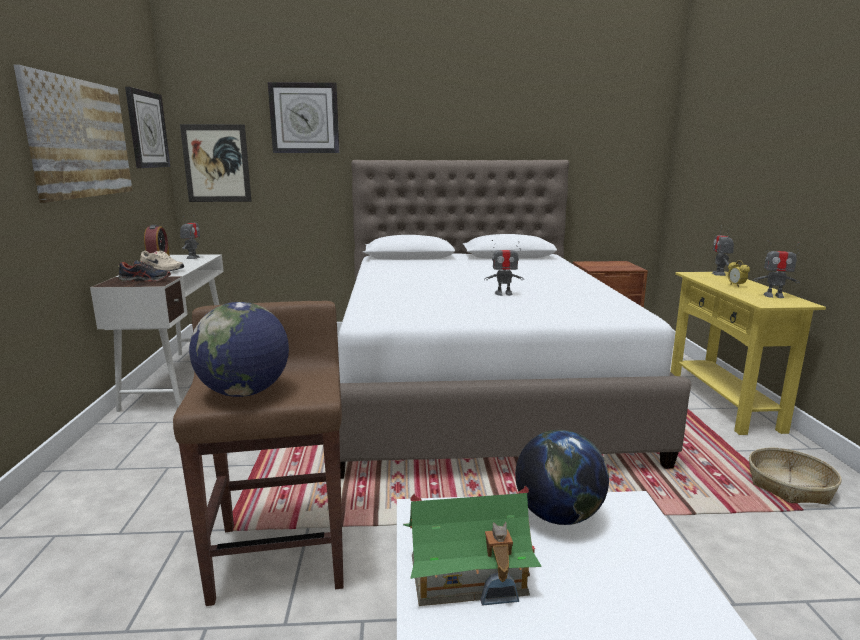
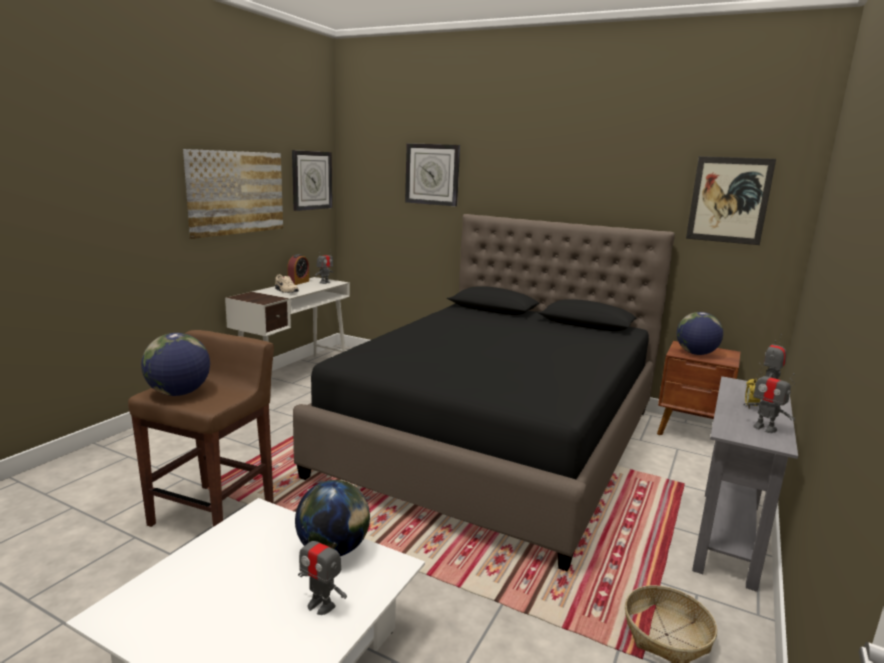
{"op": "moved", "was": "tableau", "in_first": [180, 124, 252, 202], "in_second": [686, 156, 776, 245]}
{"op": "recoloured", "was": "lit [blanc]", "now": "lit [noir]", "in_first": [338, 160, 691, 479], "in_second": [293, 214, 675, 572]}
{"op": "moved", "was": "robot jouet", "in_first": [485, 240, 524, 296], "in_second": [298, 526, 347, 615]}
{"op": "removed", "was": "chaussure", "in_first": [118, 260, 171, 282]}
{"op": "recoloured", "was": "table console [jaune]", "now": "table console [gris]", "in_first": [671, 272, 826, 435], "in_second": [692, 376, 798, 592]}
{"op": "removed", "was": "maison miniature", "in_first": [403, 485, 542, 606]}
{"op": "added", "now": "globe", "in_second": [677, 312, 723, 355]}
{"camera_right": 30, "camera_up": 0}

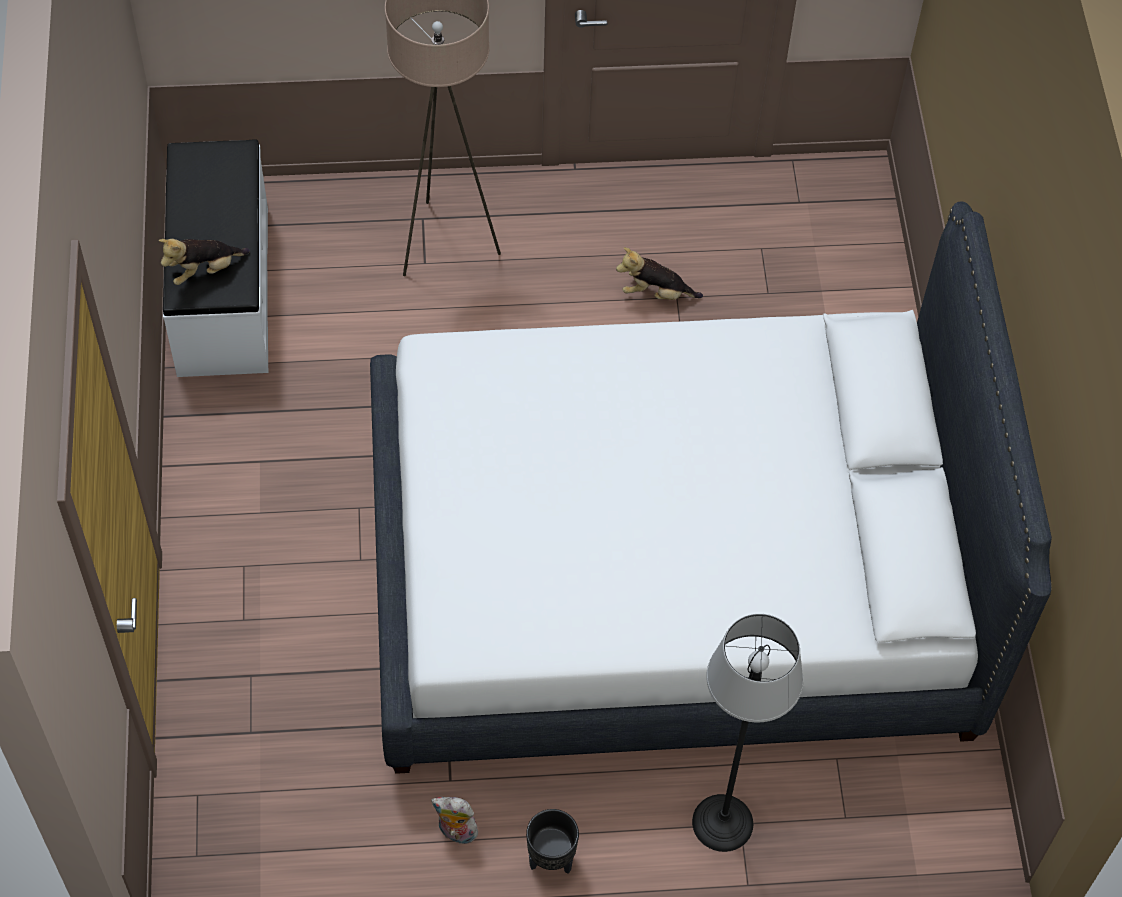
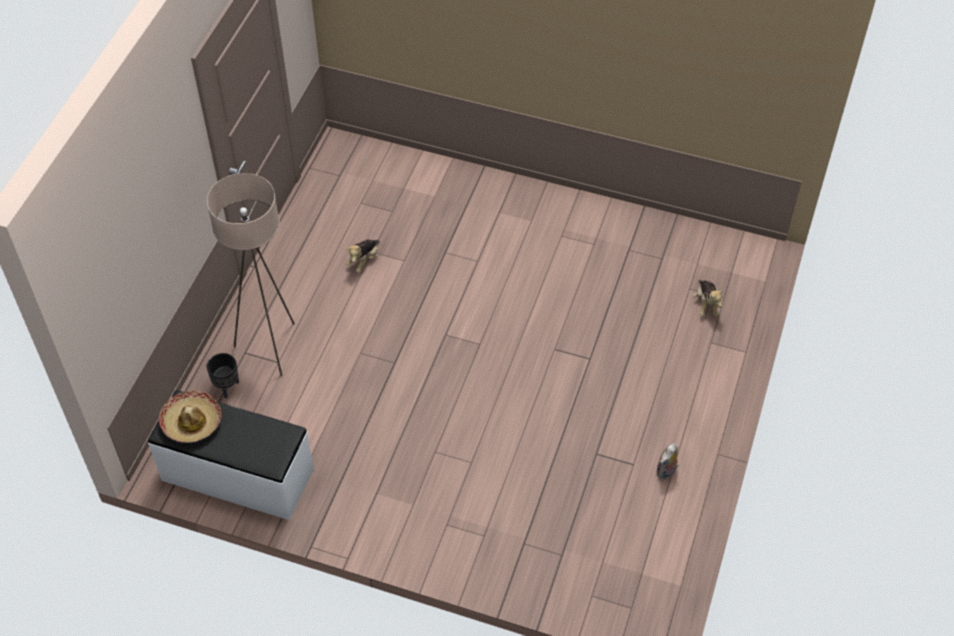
{"op": "removed", "was": "lit [blanc]", "in_first": [370, 201, 1052, 774]}
{"op": "moved", "was": "peluche", "in_first": [159, 239, 250, 285], "in_second": [693, 280, 723, 316]}
{"op": "removed", "was": "lampadaire", "in_first": [692, 614, 803, 852]}
{"op": "moved", "was": "cache-pot [noir]", "in_first": [526, 809, 579, 874], "in_second": [207, 353, 239, 398]}
{"op": "added", "now": "chapeau", "in_second": [159, 391, 221, 443]}
{"camera_right": -65, "camera_up": -5}

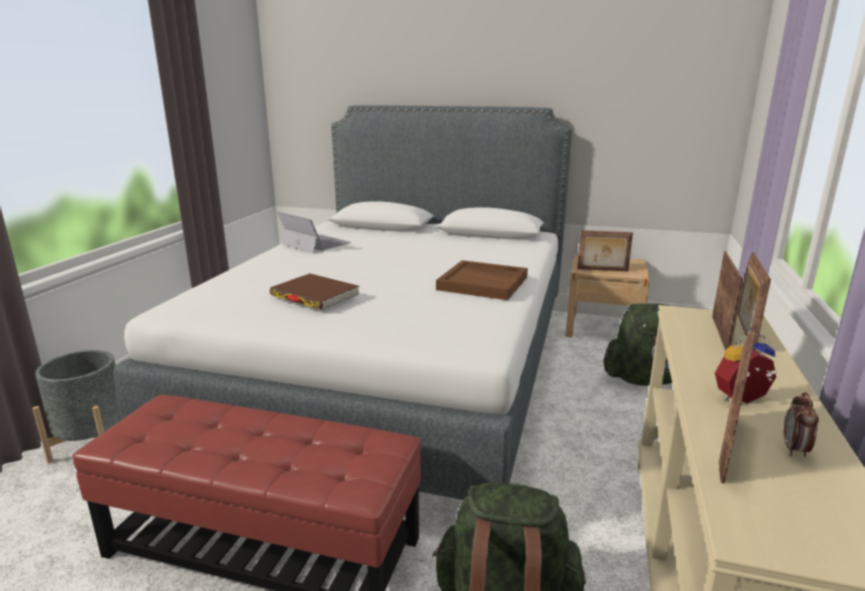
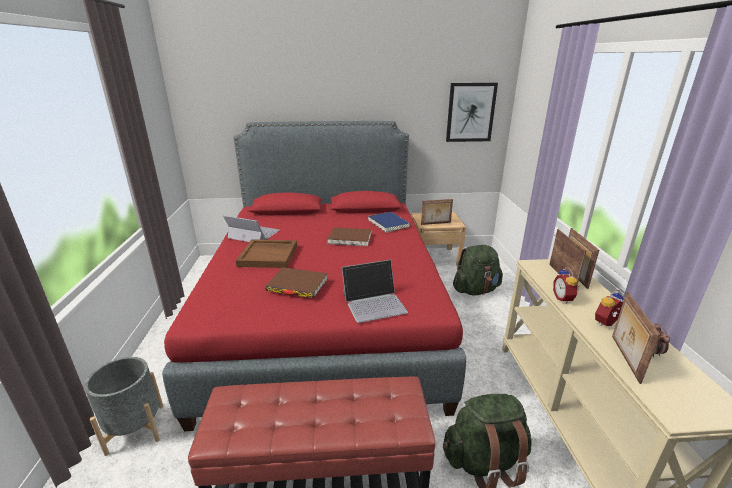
{"op": "recoloured", "was": "lit [blanc]", "now": "lit [rouge]", "in_first": [114, 105, 572, 500], "in_second": [162, 121, 466, 431]}
{"op": "moved", "was": "plateau [marron]", "in_first": [436, 260, 528, 300], "in_second": [236, 239, 297, 268]}
{"op": "added", "now": "tableau", "in_second": [446, 83, 498, 142]}
{"op": "added", "now": "livre [bleu]", "in_second": [368, 212, 411, 233]}
{"op": "added", "now": "livre [marron]", "in_second": [327, 227, 371, 246]}
{"op": "added", "now": "ordinateur portable", "in_second": [342, 260, 408, 323]}
{"op": "added", "now": "réveil", "in_second": [553, 267, 579, 304]}
{"camera_right": -20, "camera_up": 5}

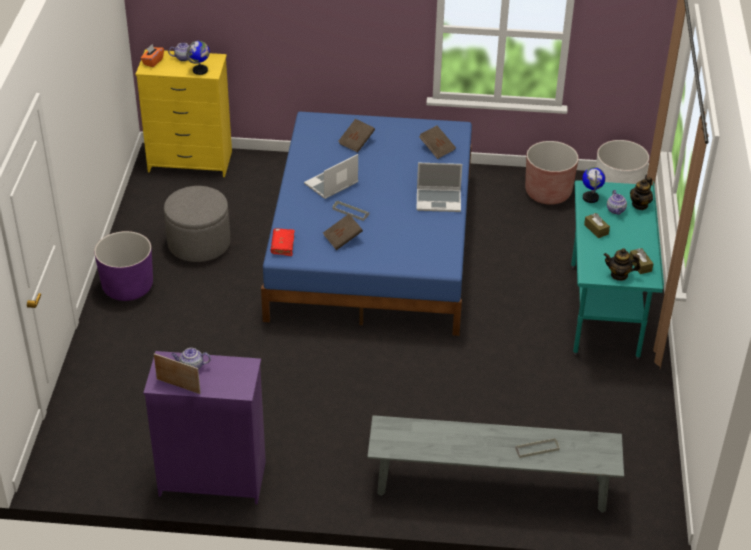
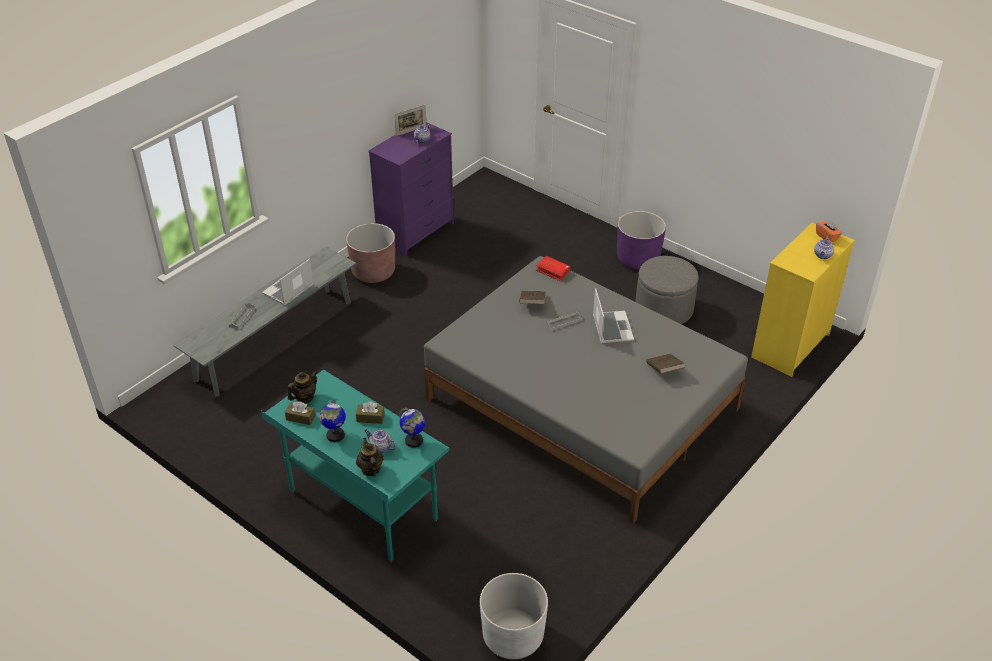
{"op": "moved", "was": "globe", "in_first": [186, 41, 210, 75], "in_second": [319, 400, 345, 442]}
{"op": "recoloured", "was": "lit [bleu]", "now": "lit [gris]", "in_first": [261, 112, 472, 336], "in_second": [424, 256, 748, 524]}
{"op": "removed", "was": "livre [marron]", "in_first": [419, 126, 456, 159]}
{"op": "moved", "was": "cache-pot [marron]", "in_first": [525, 141, 579, 205], "in_second": [346, 223, 395, 283]}
{"op": "moved", "was": "ordinateur portable", "in_first": [416, 163, 462, 212], "in_second": [262, 259, 313, 305]}
{"camera_right": 125, "camera_up": 0}

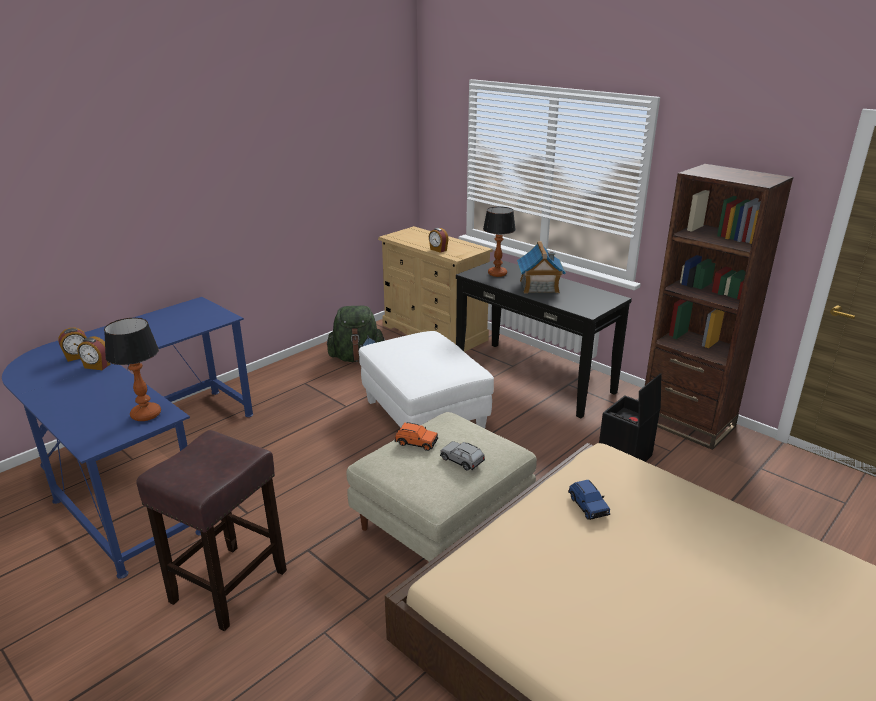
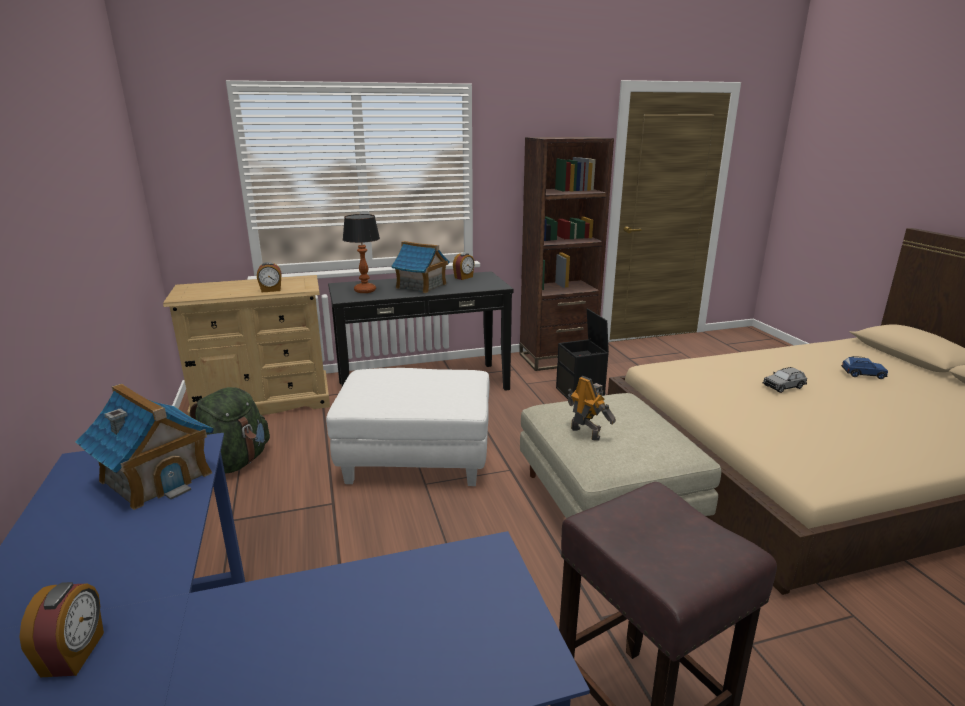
{"op": "removed", "was": "lampe de table", "in_first": [104, 318, 161, 421]}
{"op": "moved", "was": "réveil", "in_first": [77, 336, 110, 370], "in_second": [453, 253, 475, 280]}
{"op": "replaced", "was": "petite voiture [orange]", "now": "robot jouet", "in_first": [394, 422, 438, 451], "in_second": [568, 376, 616, 441]}
{"op": "moved", "was": "petite voiture [gris]", "in_first": [440, 441, 485, 471], "in_second": [763, 367, 807, 393]}
{"op": "moved", "was": "petite voiture [bleu]", "in_first": [568, 480, 610, 520], "in_second": [841, 356, 888, 379]}
{"op": "added", "now": "maison miniature", "in_second": [76, 383, 214, 510]}
{"camera_right": -60, "camera_up": -5}

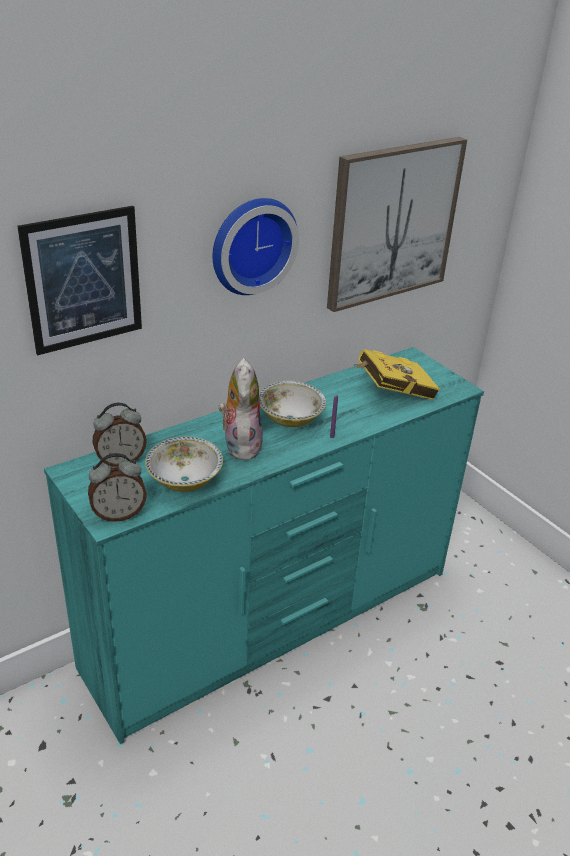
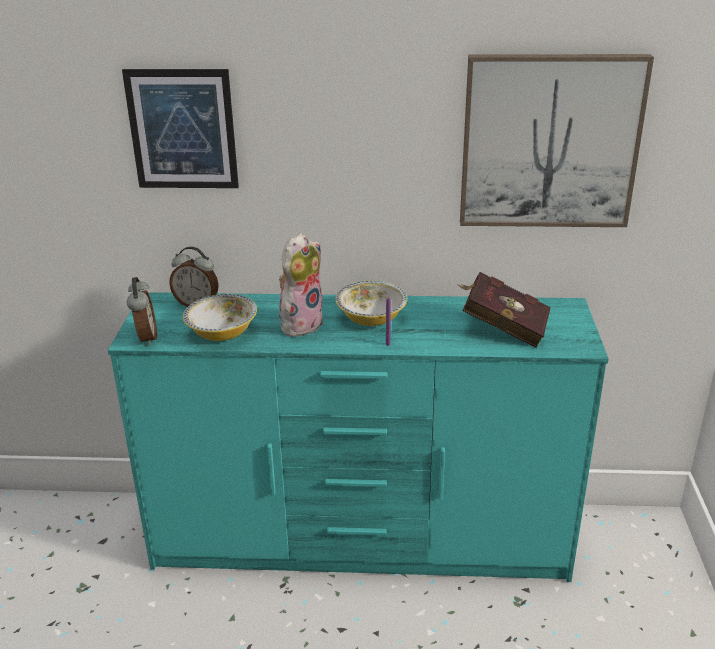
{"op": "removed", "was": "horloge murale", "in_first": [213, 198, 299, 295]}
{"op": "recoloured", "was": "livre [jaune]", "now": "livre [rouge]", "in_first": [353, 349, 440, 400], "in_second": [457, 272, 551, 348]}
{"op": "turned", "was": "réveil", "in_first": [88, 453, 147, 522], "in_second": [127, 277, 157, 346], "clockwise": -120}
{"camera_right": 40, "camera_up": -5}

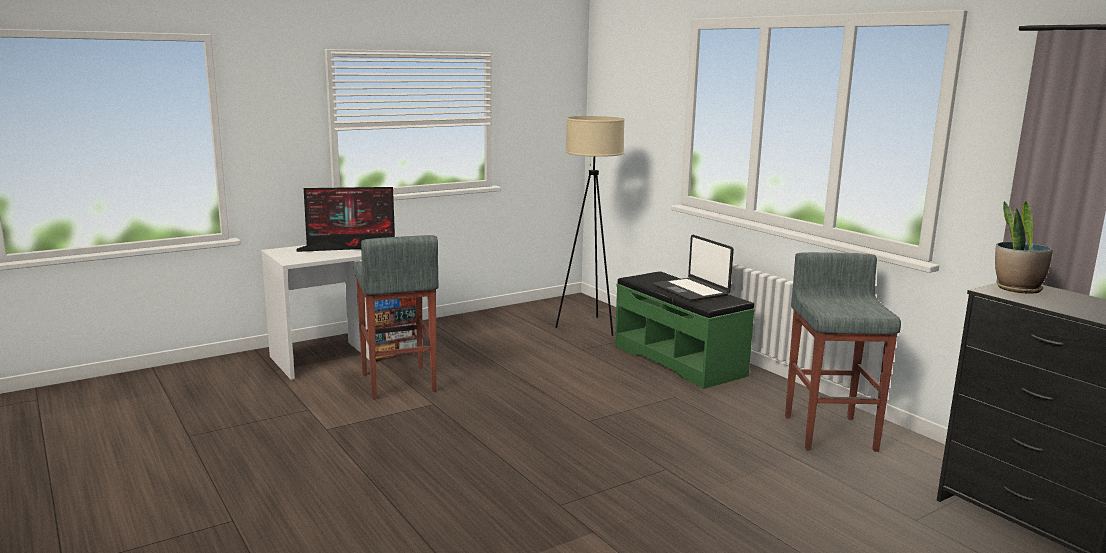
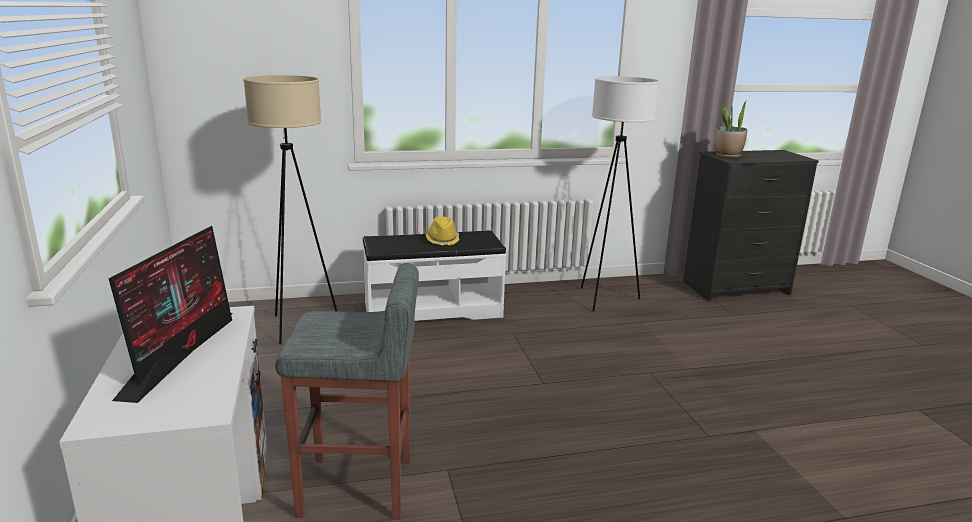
{"op": "replaced", "was": "ordinateur portable", "now": "chapeau [jaune]", "in_first": [653, 235, 734, 301], "in_second": [426, 216, 459, 245]}
{"op": "replaced", "was": "tabouret [gris]", "now": "lampadaire [blanc]", "in_first": [785, 252, 901, 452], "in_second": [581, 76, 659, 312]}
{"op": "recoloured", "was": "banc [vert]", "now": "banc [blanc]", "in_first": [615, 271, 755, 389], "in_second": [362, 230, 506, 321]}
{"camera_right": -70, "camera_up": 5}

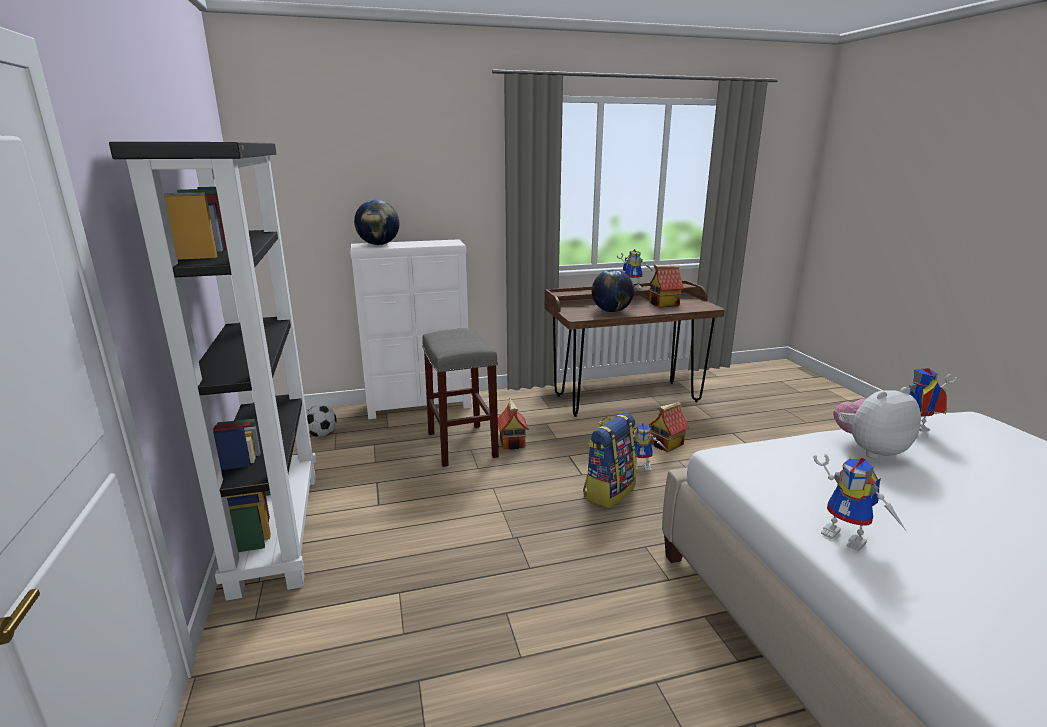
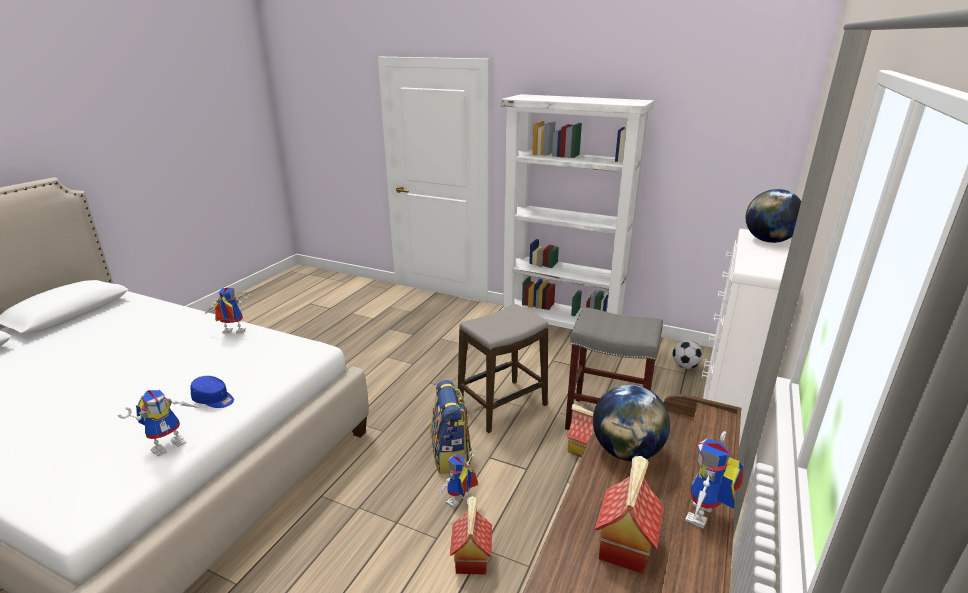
{"op": "recoloured", "was": "bibliothèque [noir]", "now": "bibliothèque [blanc]", "in_first": [109, 142, 316, 601], "in_second": [501, 94, 654, 330]}
{"op": "replaced", "was": "peluche", "now": "casquette [bleu]", "in_first": [833, 387, 921, 459], "in_second": [191, 376, 234, 408]}
{"op": "added", "now": "tabouret", "in_second": [458, 304, 548, 433]}
{"camera_right": 130, "camera_up": 5}

